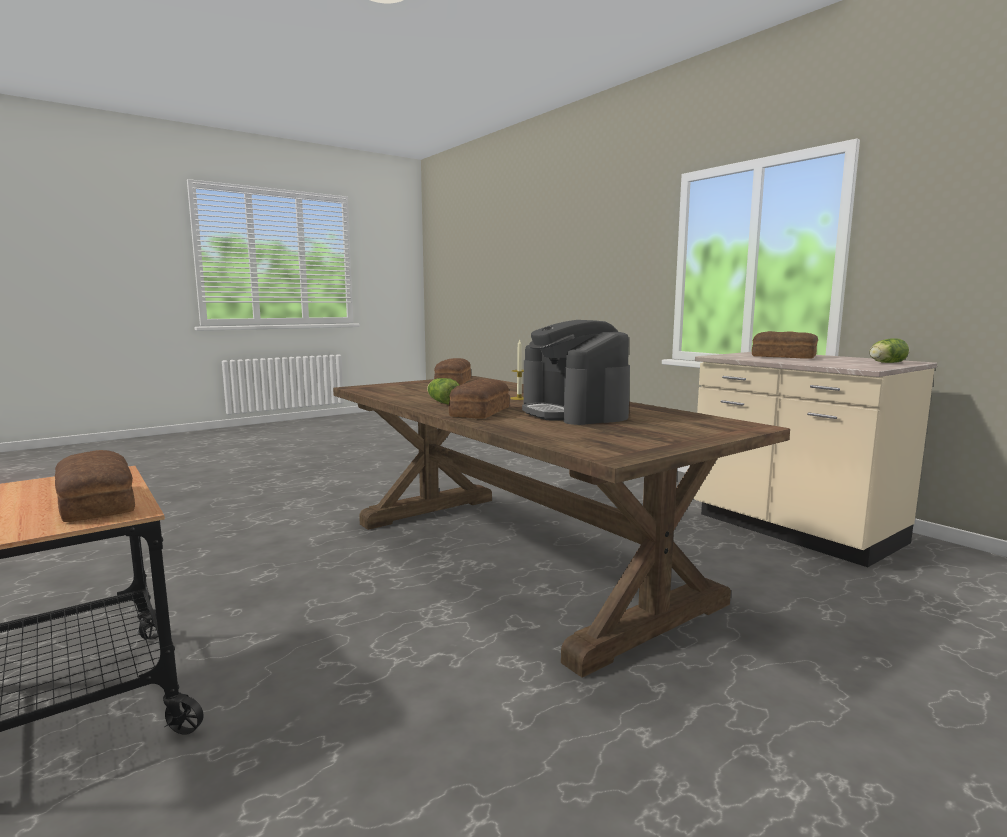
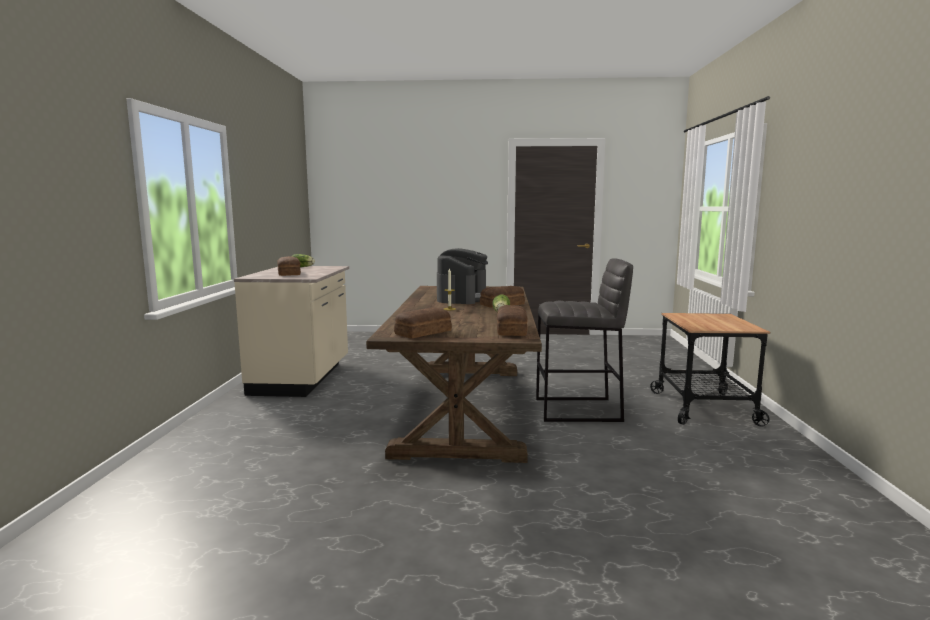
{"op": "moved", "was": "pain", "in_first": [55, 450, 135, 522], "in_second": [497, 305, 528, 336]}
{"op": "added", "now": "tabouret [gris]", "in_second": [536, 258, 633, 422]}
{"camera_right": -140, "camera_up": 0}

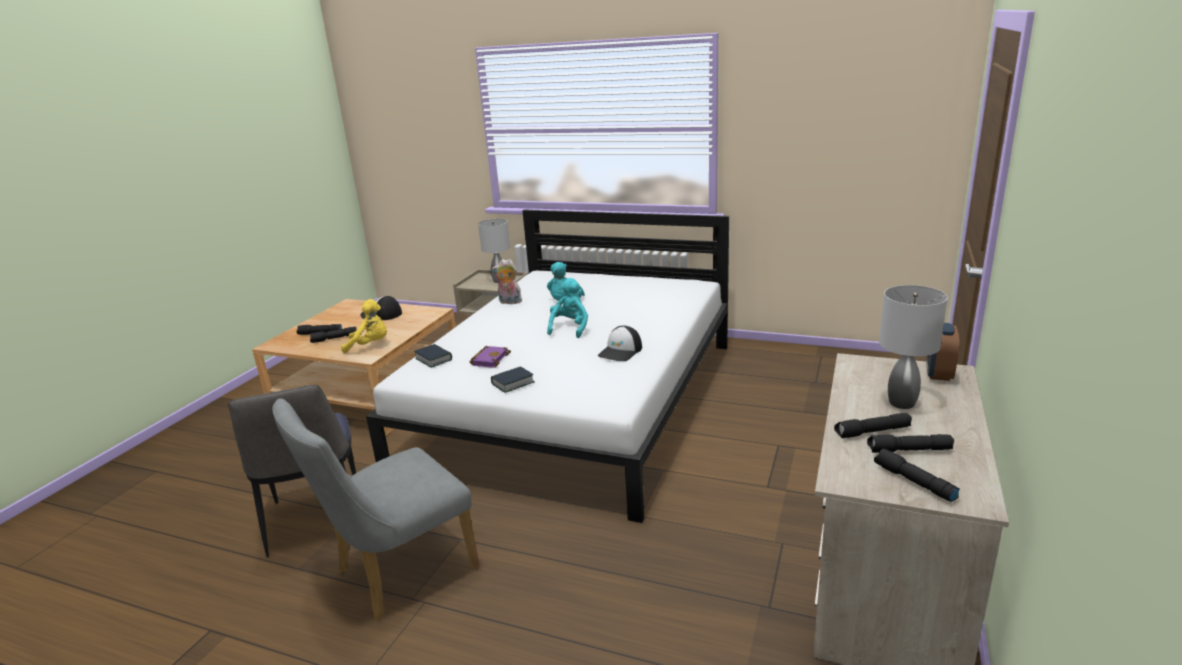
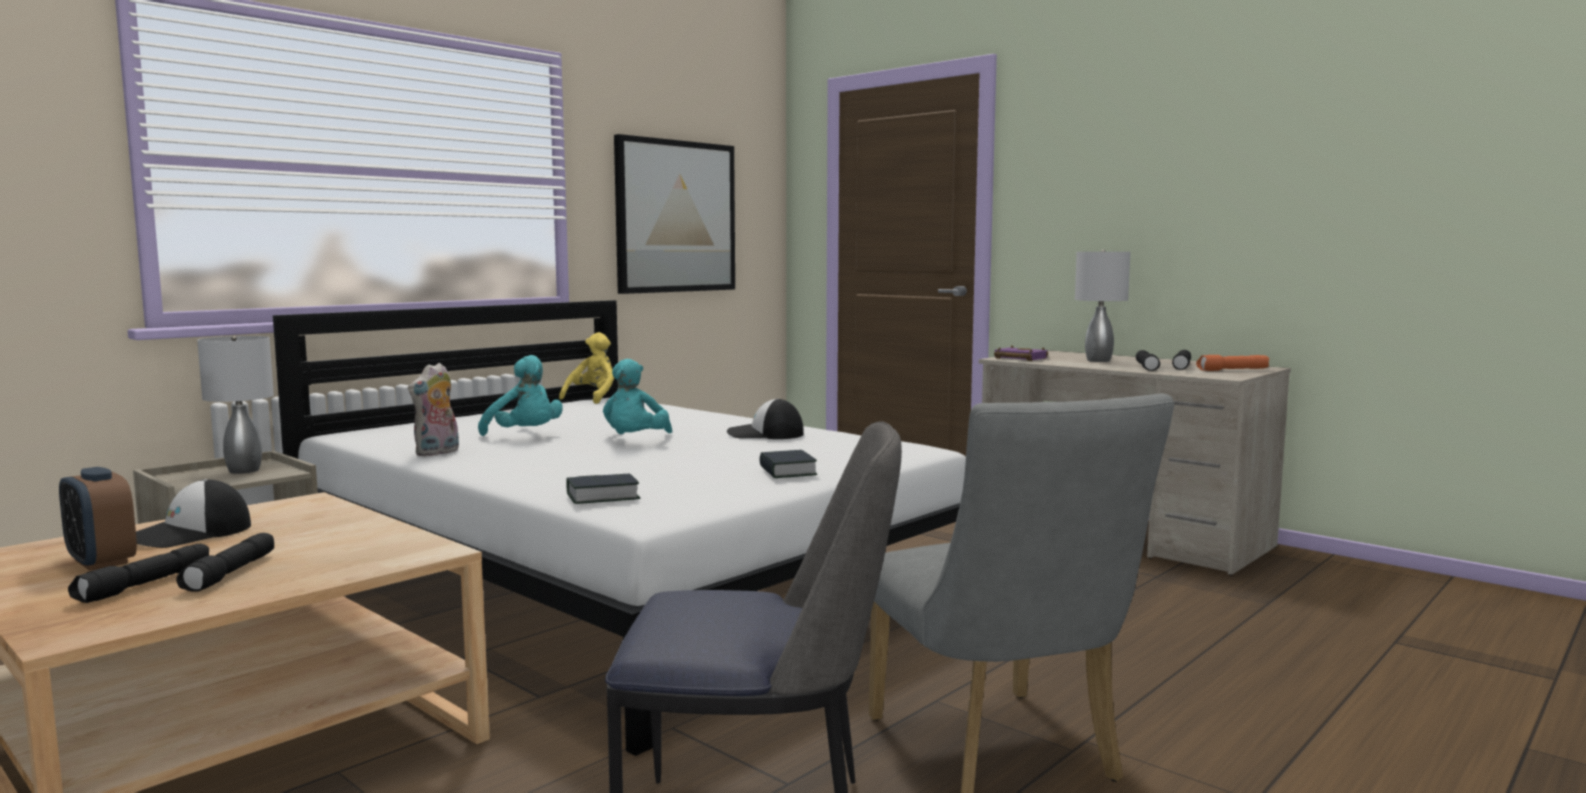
{"op": "turned", "was": "peluche [turquoise]", "in_first": [547, 278, 588, 338], "in_second": [603, 359, 672, 434], "clockwise": -120}
{"op": "moved", "was": "peluche [jaune]", "in_first": [341, 299, 387, 353], "in_second": [559, 332, 614, 404]}
{"op": "moved", "was": "réveil", "in_first": [926, 323, 959, 381], "in_second": [59, 467, 137, 571]}
{"op": "turned", "was": "casquette", "in_first": [598, 326, 642, 361], "in_second": [727, 398, 804, 439], "clockwise": 135}
{"op": "moved", "was": "livre [violet]", "in_first": [469, 346, 511, 368], "in_second": [994, 346, 1048, 361]}
{"op": "recoloured", "was": "lampe de poche [noir]", "now": "lampe de poche [orange]", "in_first": [874, 448, 960, 502], "in_second": [1196, 355, 1269, 371]}
{"op": "added", "now": "tableau", "in_second": [614, 134, 735, 294]}
{"camera_right": -70, "camera_up": -15}

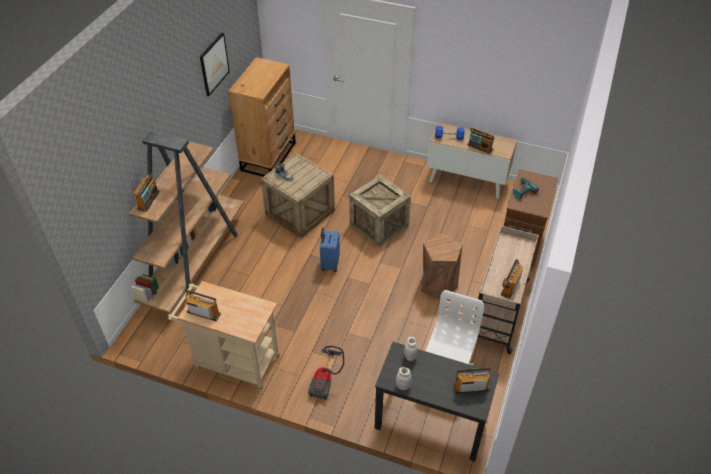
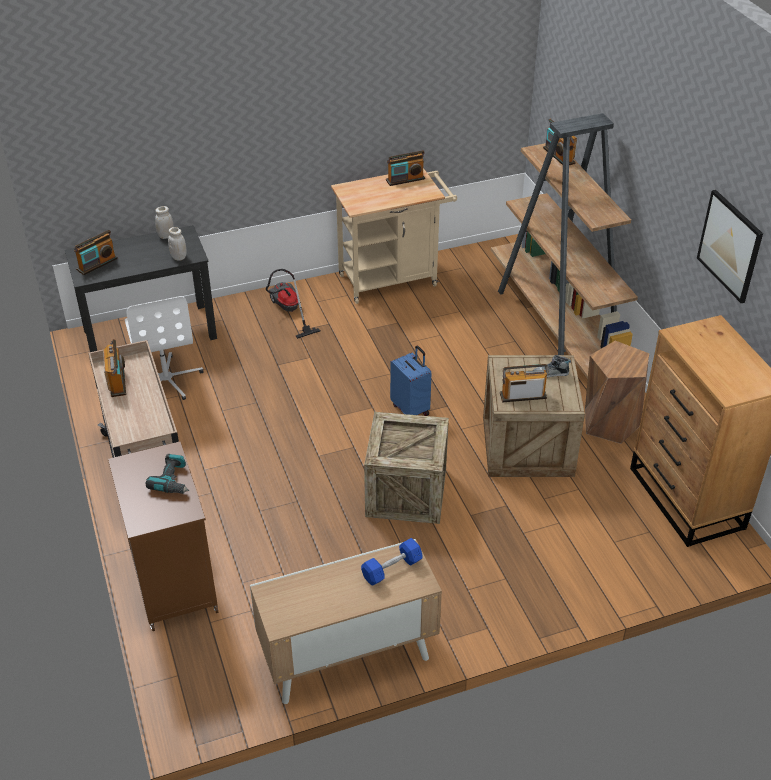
{"op": "moved", "was": "radio", "in_first": [467, 128, 494, 154], "in_second": [500, 364, 548, 402]}
{"op": "moved", "was": "tabouret [marron]", "in_first": [421, 233, 463, 299], "in_second": [585, 341, 649, 444]}
{"camera_right": 140, "camera_up": -5}

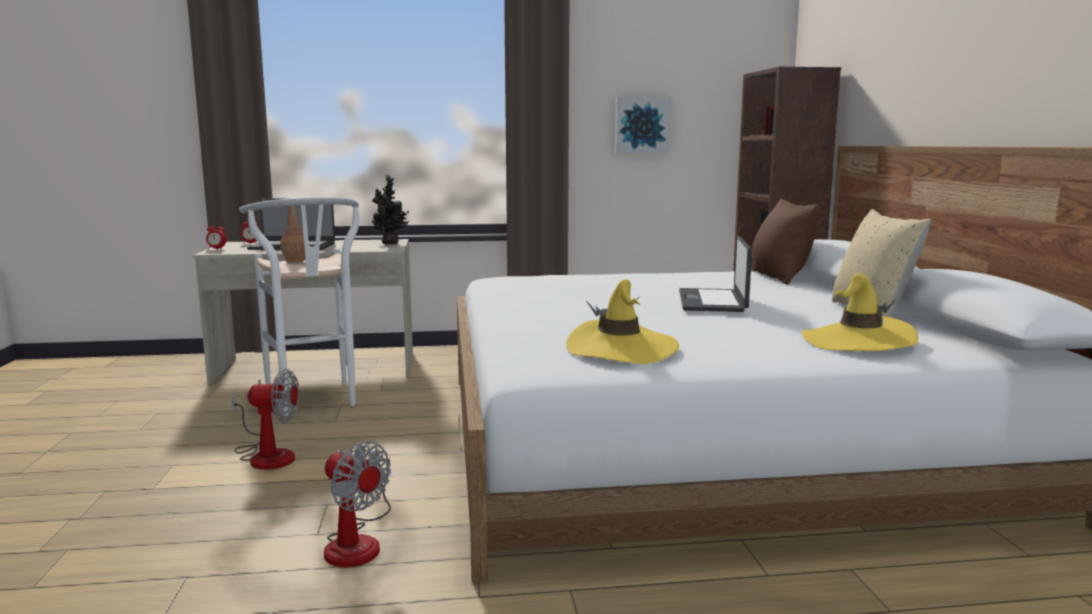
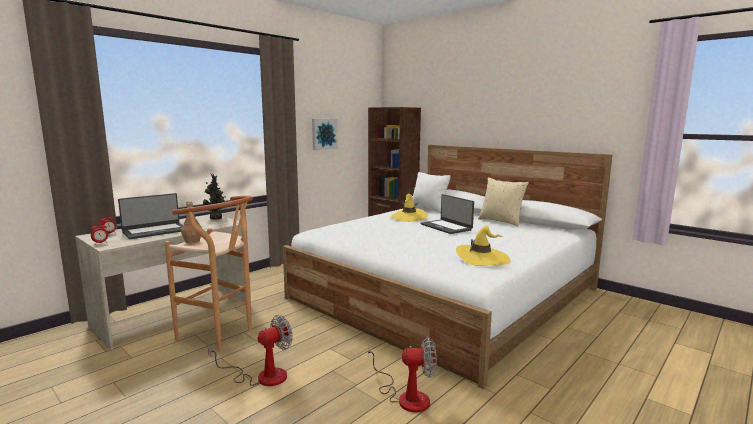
{"op": "recoloured", "was": "tabouret [blanc]", "now": "tabouret [marron]", "in_first": [239, 197, 359, 416], "in_second": [165, 196, 253, 350]}
{"op": "recoloured", "was": "coussin [marron]", "now": "coussin [blanc]", "in_first": [752, 199, 819, 285], "in_second": [412, 172, 451, 213]}
{"op": "moved", "was": "chapeau [jaune]", "in_first": [802, 274, 918, 351], "in_second": [390, 194, 428, 222]}
{"camera_right": -40, "camera_up": 0}

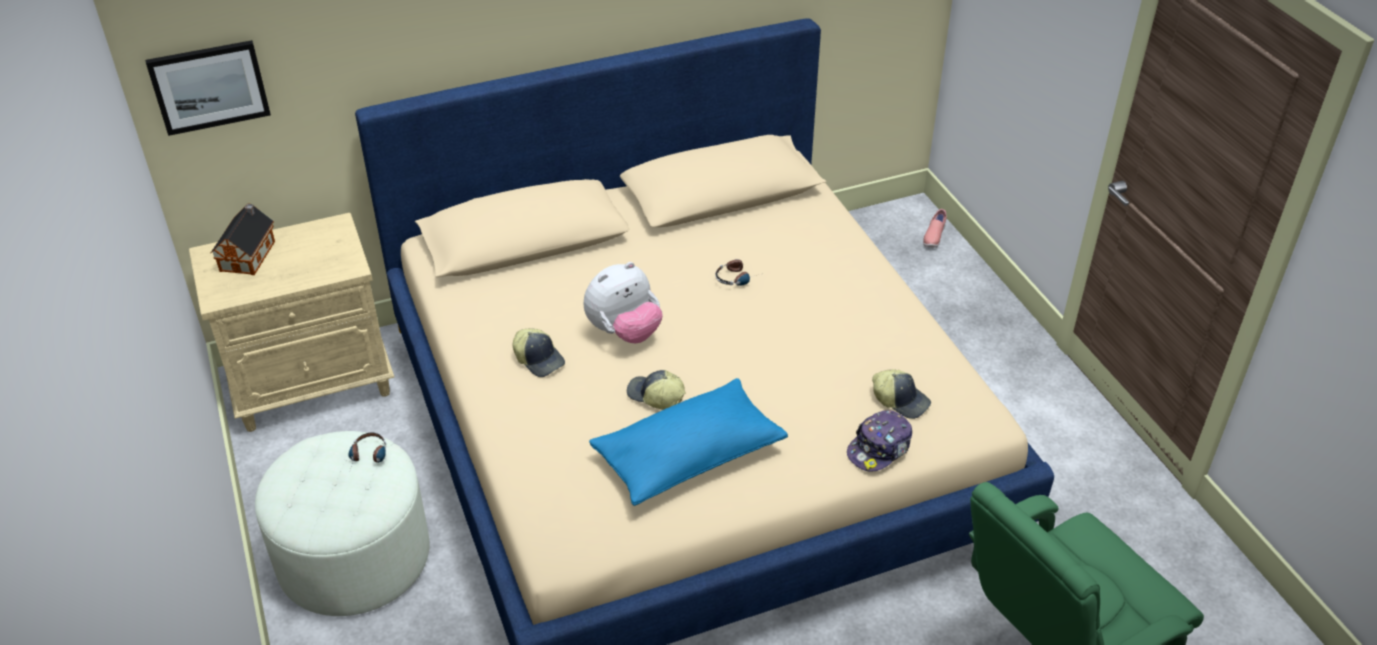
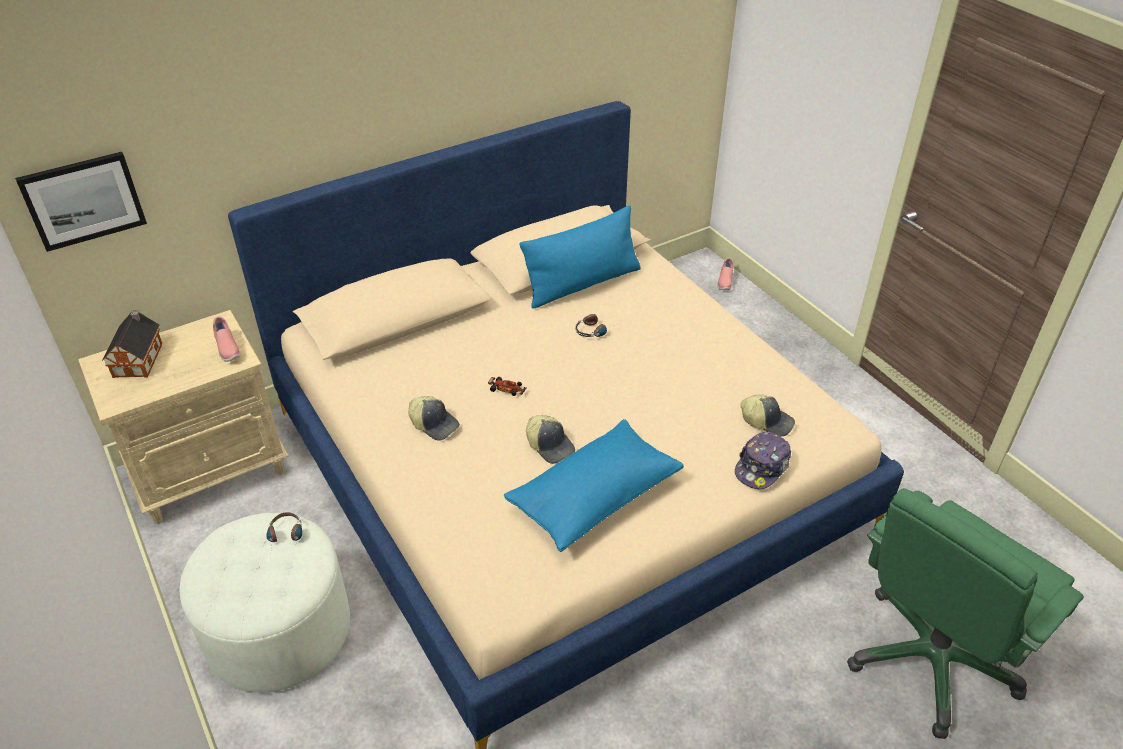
{"op": "replaced", "was": "peluche", "now": "petite voiture", "in_first": [584, 262, 663, 343], "in_second": [488, 377, 526, 396]}
{"op": "turned", "was": "casquette", "in_first": [627, 370, 685, 410], "in_second": [526, 415, 575, 464], "clockwise": -150}
{"op": "added", "now": "coussin [bleu]", "in_second": [520, 205, 641, 309]}
{"op": "added", "now": "chaussure [rose]", "in_second": [213, 316, 240, 362]}
{"camera_right": -10, "camera_up": 0}

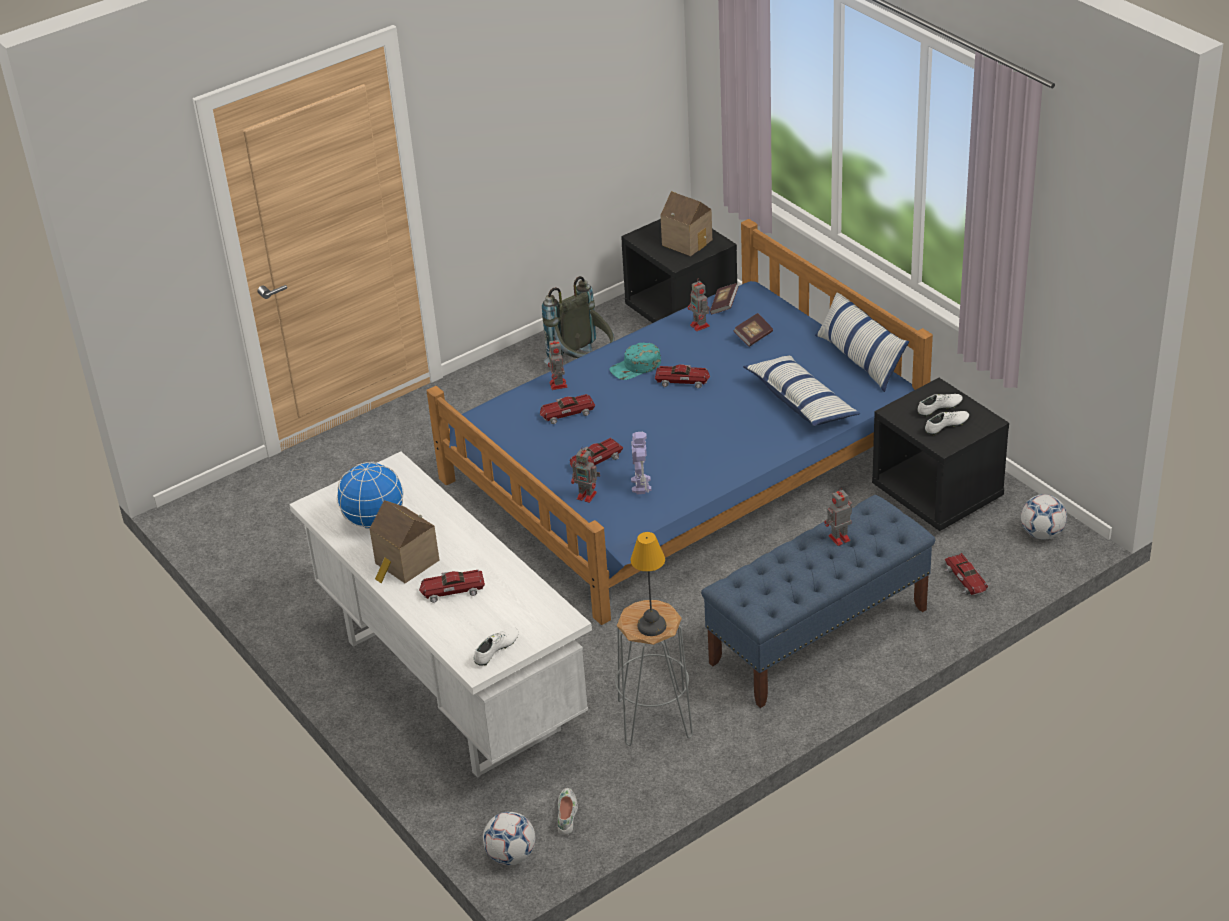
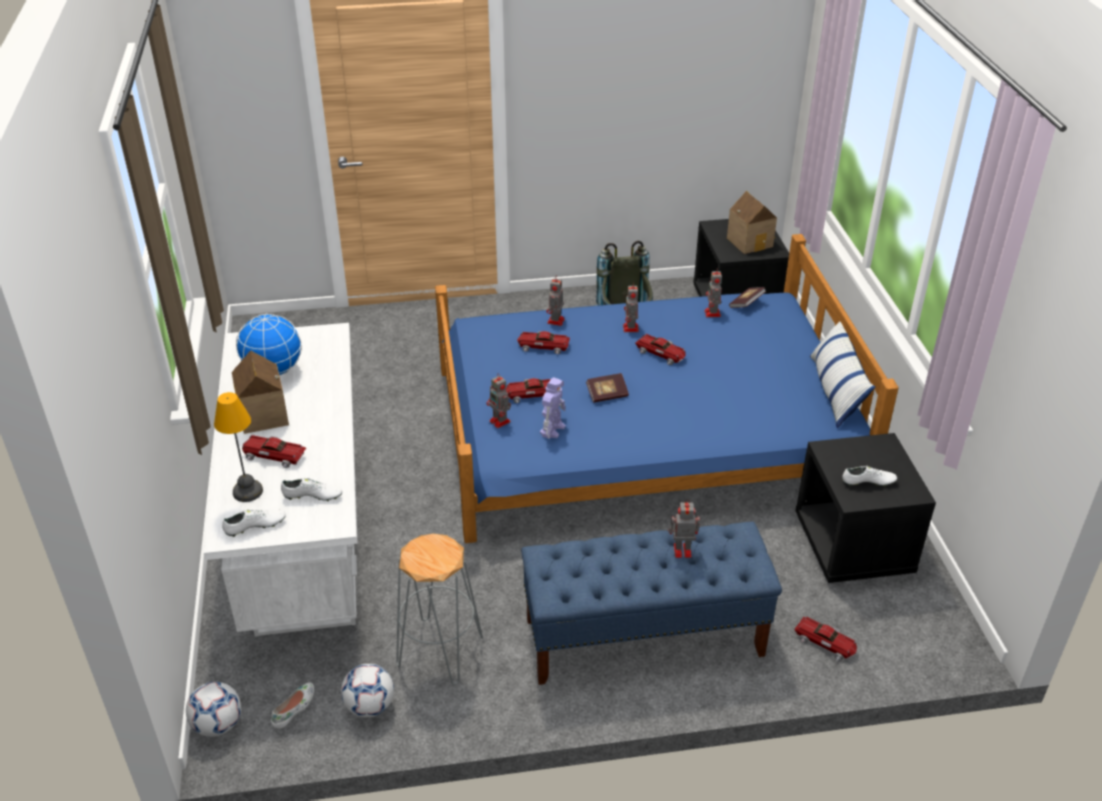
{"op": "moved", "was": "livre", "in_first": [733, 313, 773, 347], "in_second": [586, 373, 629, 403]}
{"op": "replaced", "was": "casquette [turquoise]", "now": "robot jouet", "in_first": [609, 343, 661, 380], "in_second": [623, 284, 639, 332]}
{"op": "removed", "was": "coussin", "in_first": [743, 355, 860, 426]}
{"op": "moved", "was": "chaussure [blanc]", "in_first": [918, 394, 963, 417], "in_second": [281, 478, 342, 501]}
{"op": "moved", "was": "ballon de foot", "in_first": [1021, 494, 1067, 540], "in_second": [341, 664, 394, 717]}
{"op": "moved", "was": "lampe de table", "in_first": [631, 532, 666, 636], "in_second": [214, 392, 263, 502]}
{"op": "turned", "was": "petite voiture", "in_first": [943, 553, 990, 595], "in_second": [794, 617, 857, 661], "clockwise": -60}
{"camera_right": 25, "camera_up": 0}

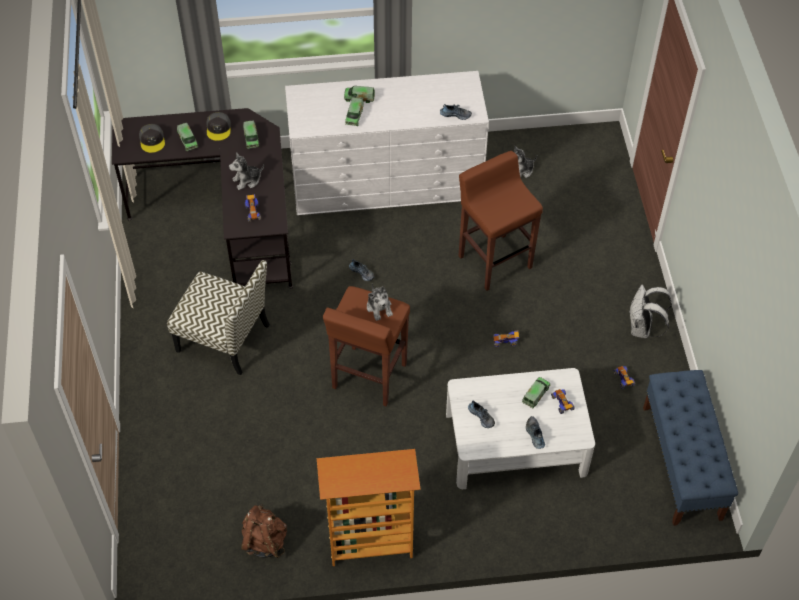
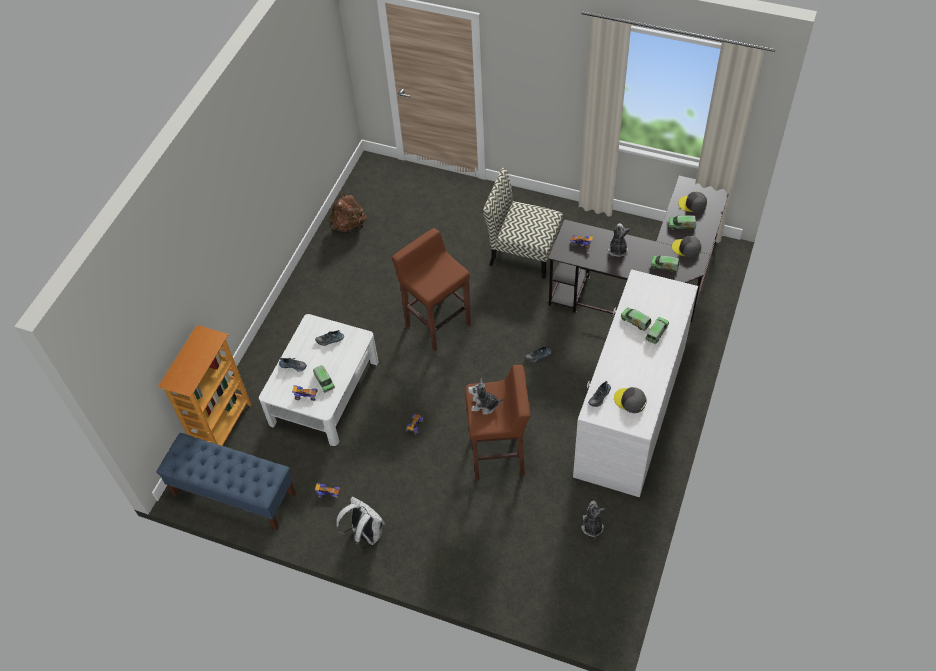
{"op": "turned", "was": "chaise", "in_first": [167, 260, 270, 375], "in_second": [483, 168, 563, 279], "clockwise": 60}
{"op": "moved", "was": "peluche", "in_first": [367, 284, 393, 321], "in_second": [468, 378, 504, 415]}
{"op": "moved", "was": "bibliothèque", "in_first": [317, 449, 420, 566], "in_second": [158, 325, 251, 446]}
{"op": "added", "now": "casquette [gris]", "in_second": [614, 387, 646, 413]}
{"camera_right": 120, "camera_up": 0}

